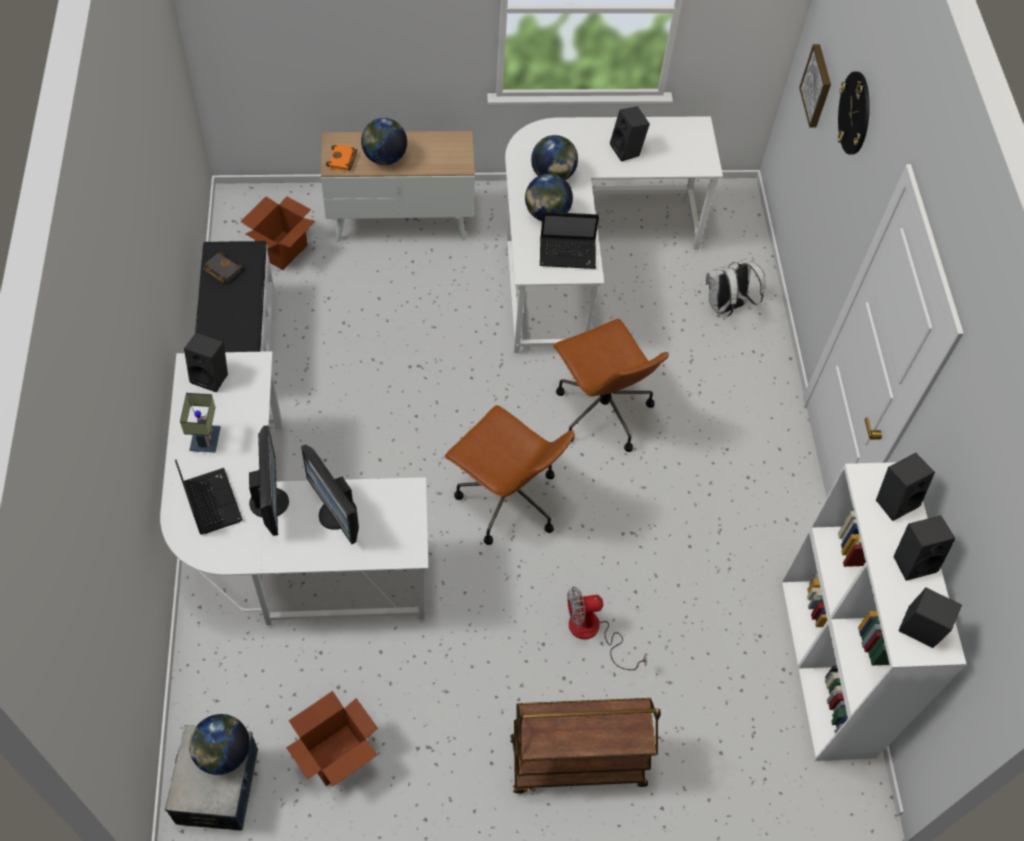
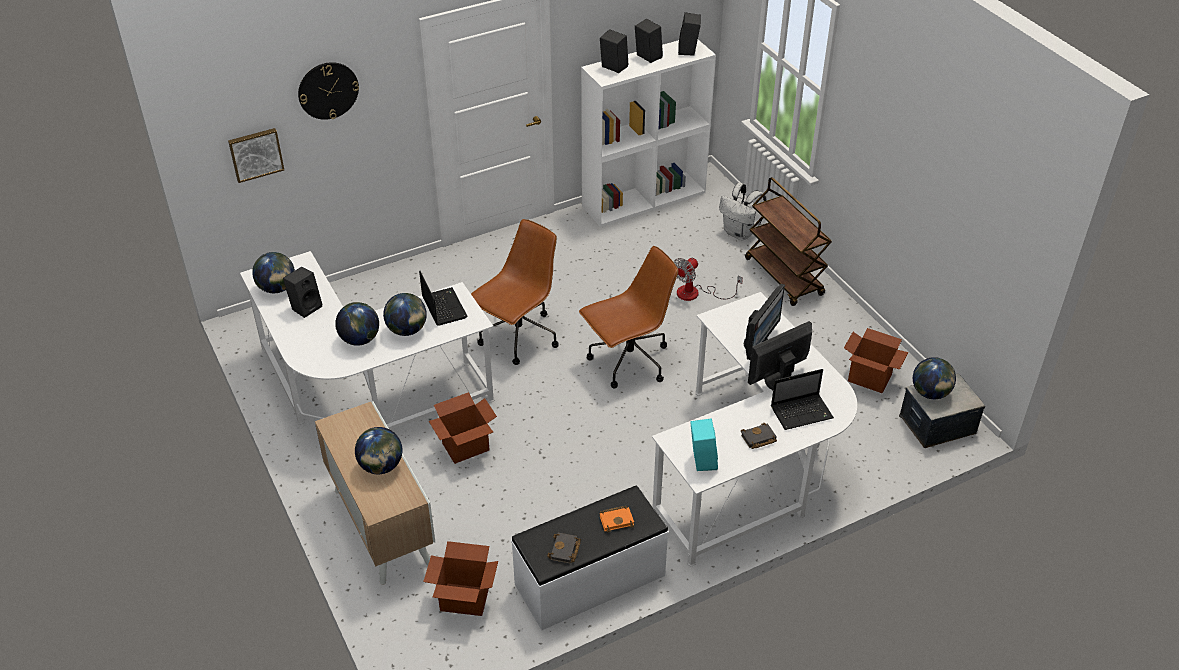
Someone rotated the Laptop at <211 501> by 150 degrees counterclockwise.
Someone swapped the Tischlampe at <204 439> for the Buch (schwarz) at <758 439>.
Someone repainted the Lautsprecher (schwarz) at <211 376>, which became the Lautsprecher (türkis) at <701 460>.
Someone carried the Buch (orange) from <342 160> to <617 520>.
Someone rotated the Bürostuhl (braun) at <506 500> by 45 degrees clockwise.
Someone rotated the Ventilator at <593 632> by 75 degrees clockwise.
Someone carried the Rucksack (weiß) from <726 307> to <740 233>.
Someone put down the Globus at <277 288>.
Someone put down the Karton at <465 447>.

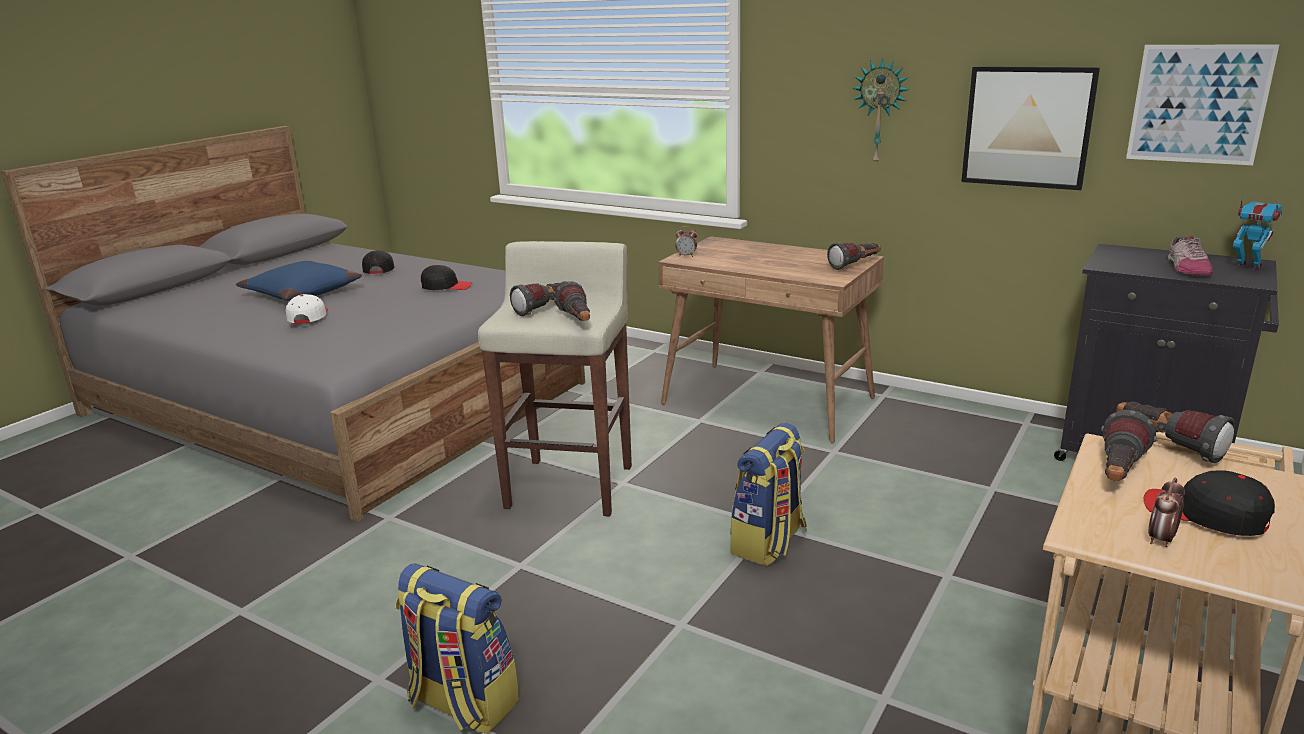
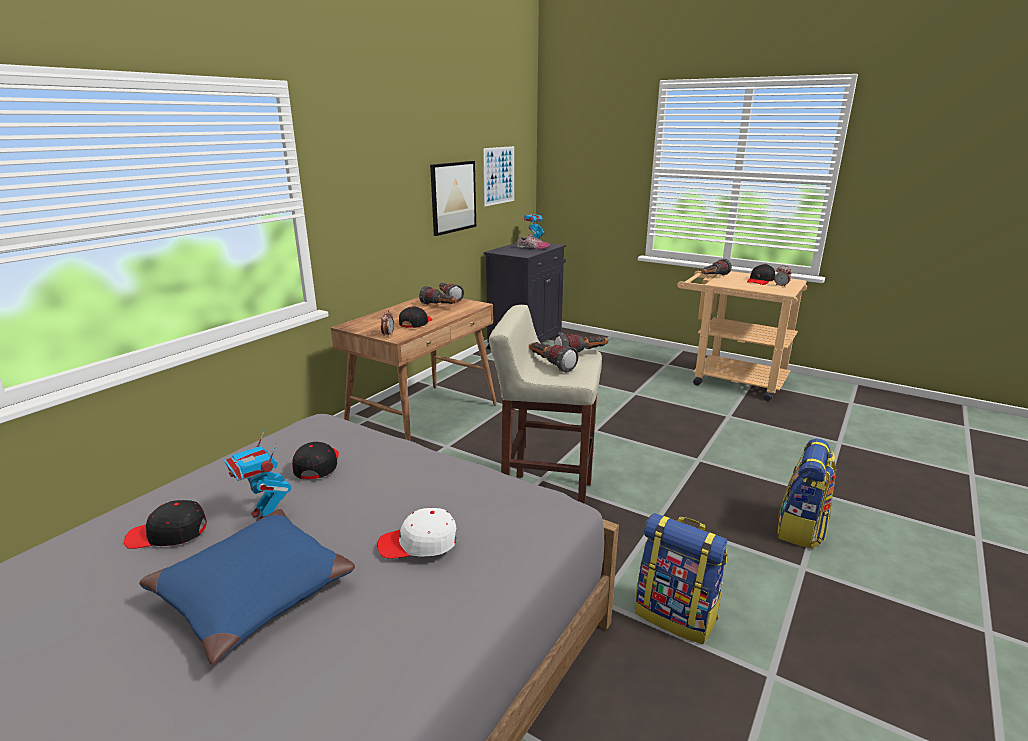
Someone carried the Rucksack from <769 543> to <676 615>.
Someone took away the Wanduhr at <880 112>.
Someone carried the Taschenlampe from <1118 474> to <439 306>.
Someone put down the Spielzeugroboter at <265 515>.
Someone put down the Kappe (schwarz) at <415 323>.

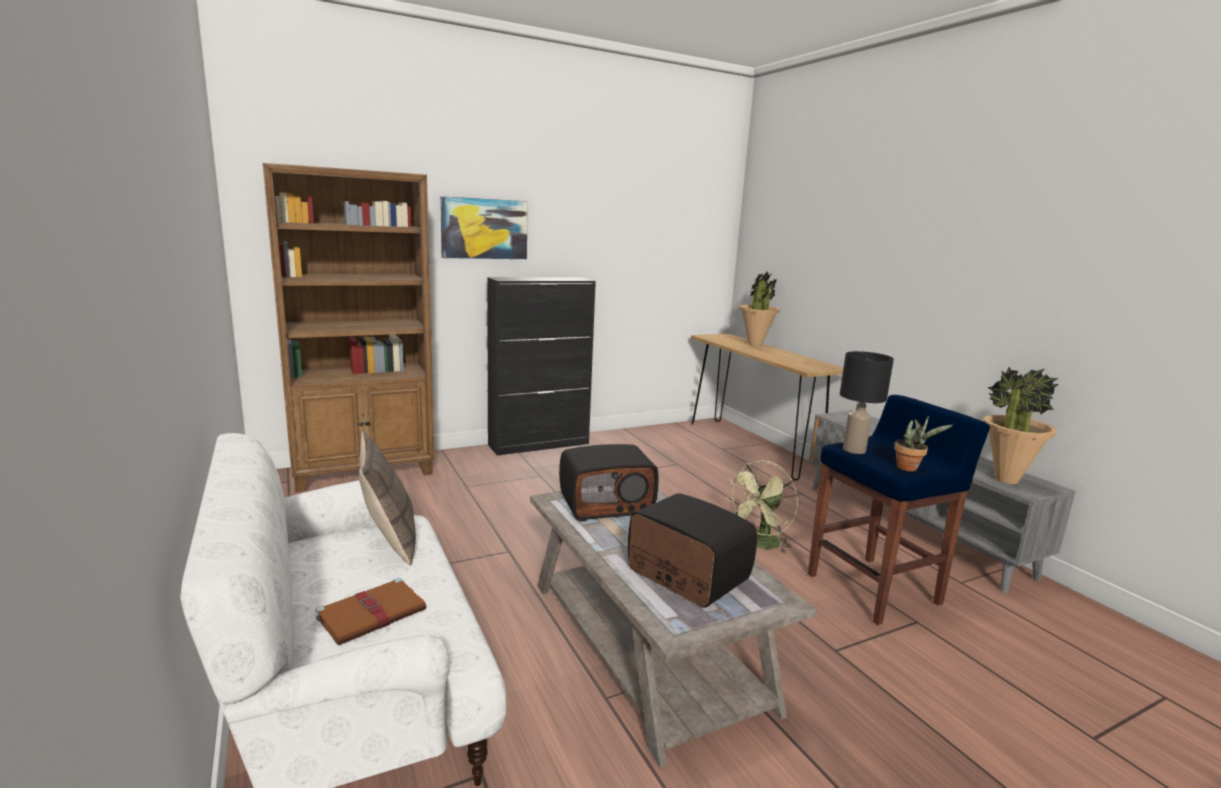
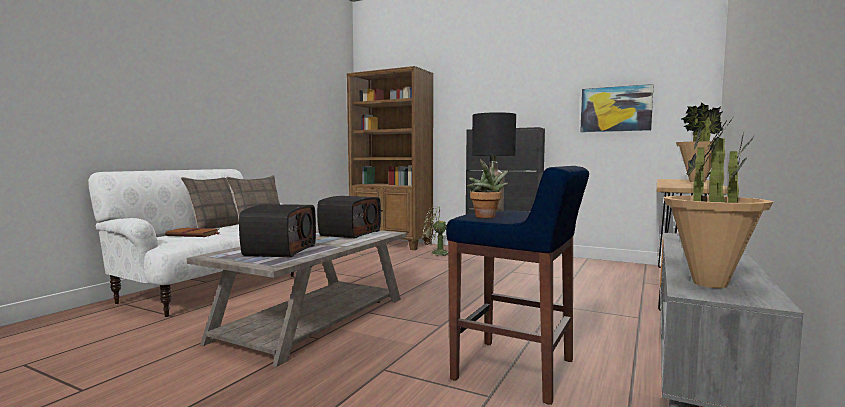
Someone carried the Bild from <484 229> to <615 109>.
Someone rotated the Radio at <606 504> by 105 degrees counterclockwise.
Someone carried the Ventilator (grün) from <760 544> to <435 253>.
Someone put down the Kissen at <215 227>.

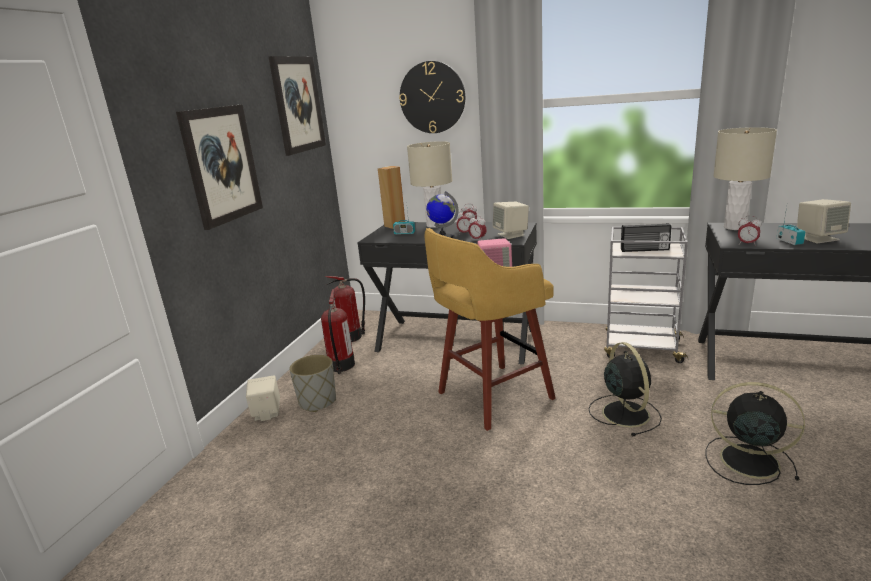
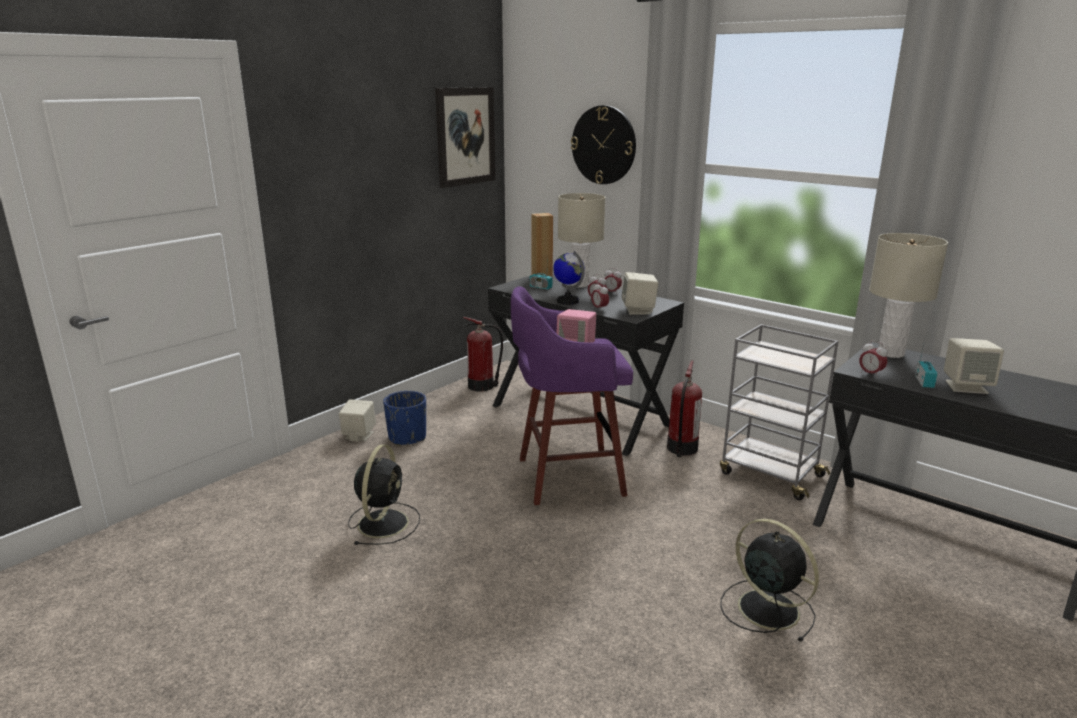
Someone took away the Bild at <221 165>.
Someone repainted the Pflanzkübel (grau) at <317 401>, which became the Pflanzkübel (blau) at <407 437>.
Someone carried the Feuerlöscher from <341 366> to <681 449>.
Someone repainted the Hocker (gelb) at <491 396>, which became the Hocker (lila) at <566 477>.
Someone carried the Ventilator (schwarz) from <624 412> to <384 522>.
Someone took away the Radio at <644 250>.

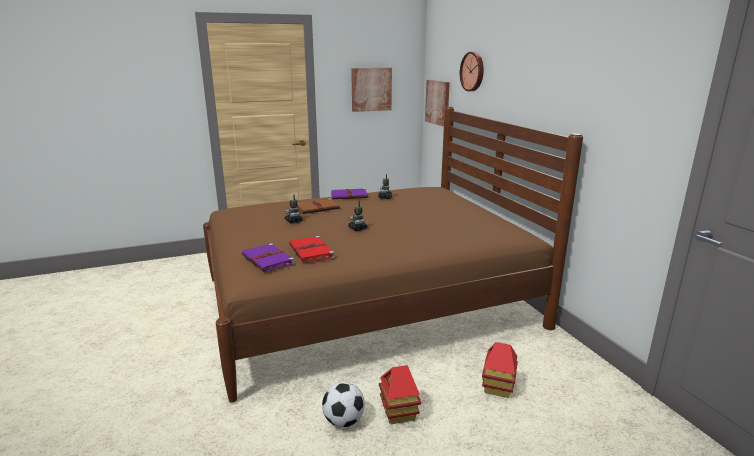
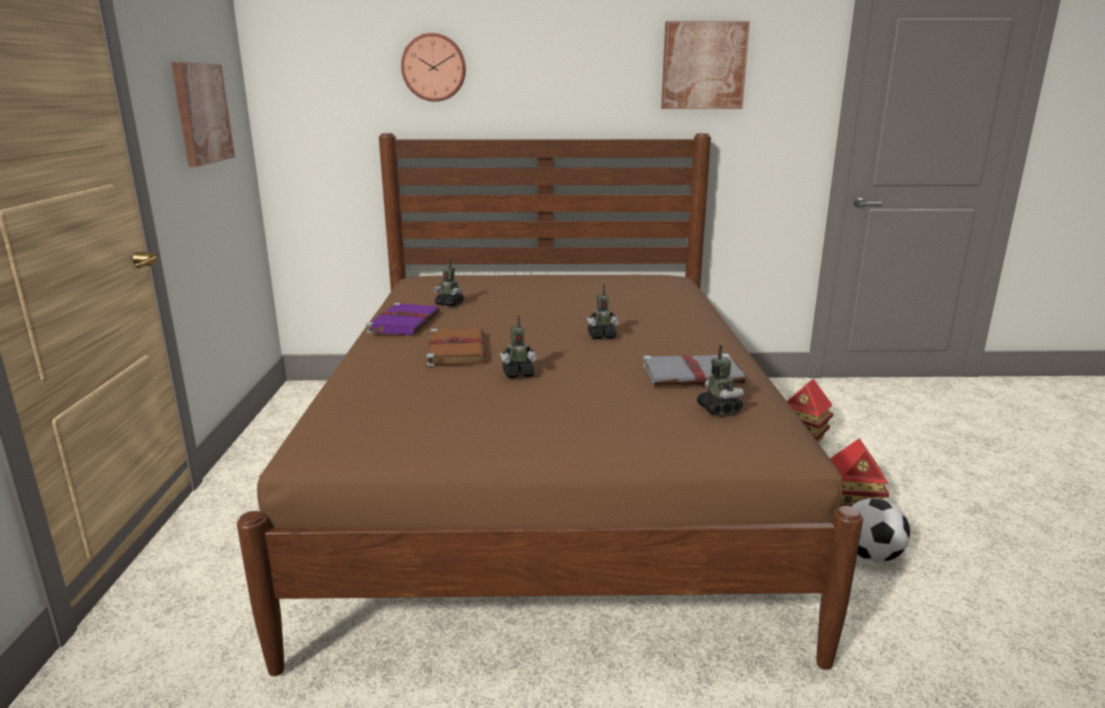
Someone swapped the Buch (lila) at <268 260> for the Spielzeugroboter at <718 409>.
Someone repainted the Buch (rot) at <311 252>, which became the Buch (grau) at <693 375>.
Someone carried the Bild from <438 102> to <703 66>.

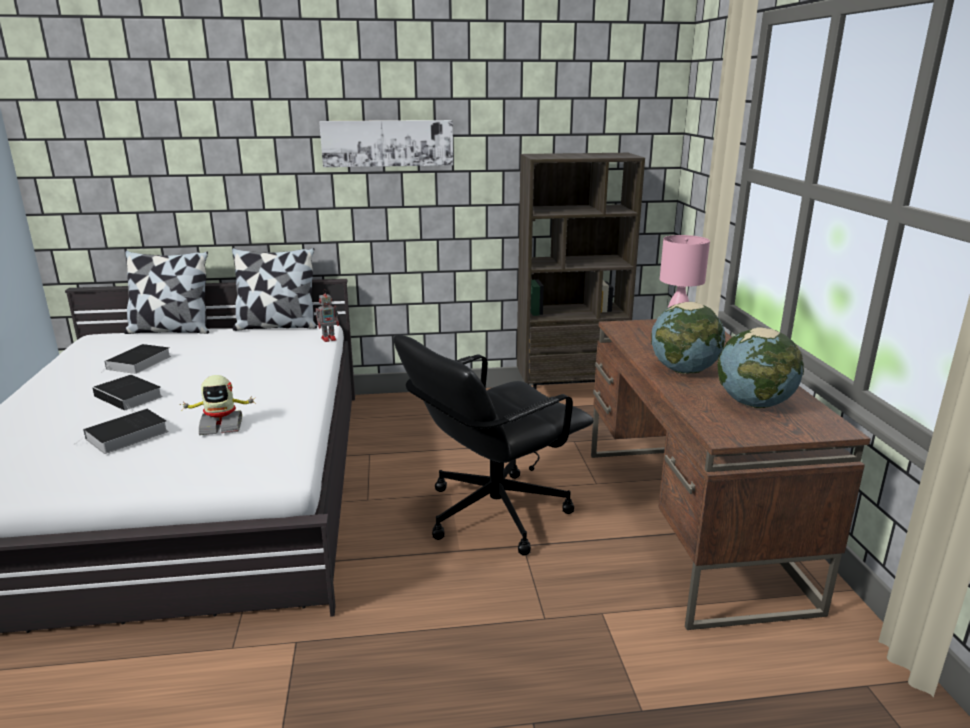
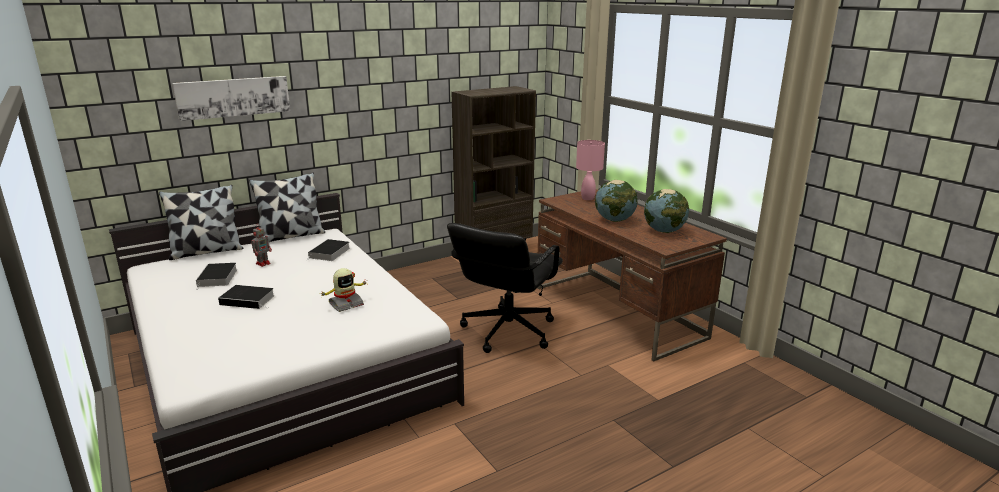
Someone carried the Buch from <125 436> to <329 253>.
Someone carried the Spielzeugroboter from <329 338> to <263 263>.
Someone carried the Bild from <387 143> to <233 97>.

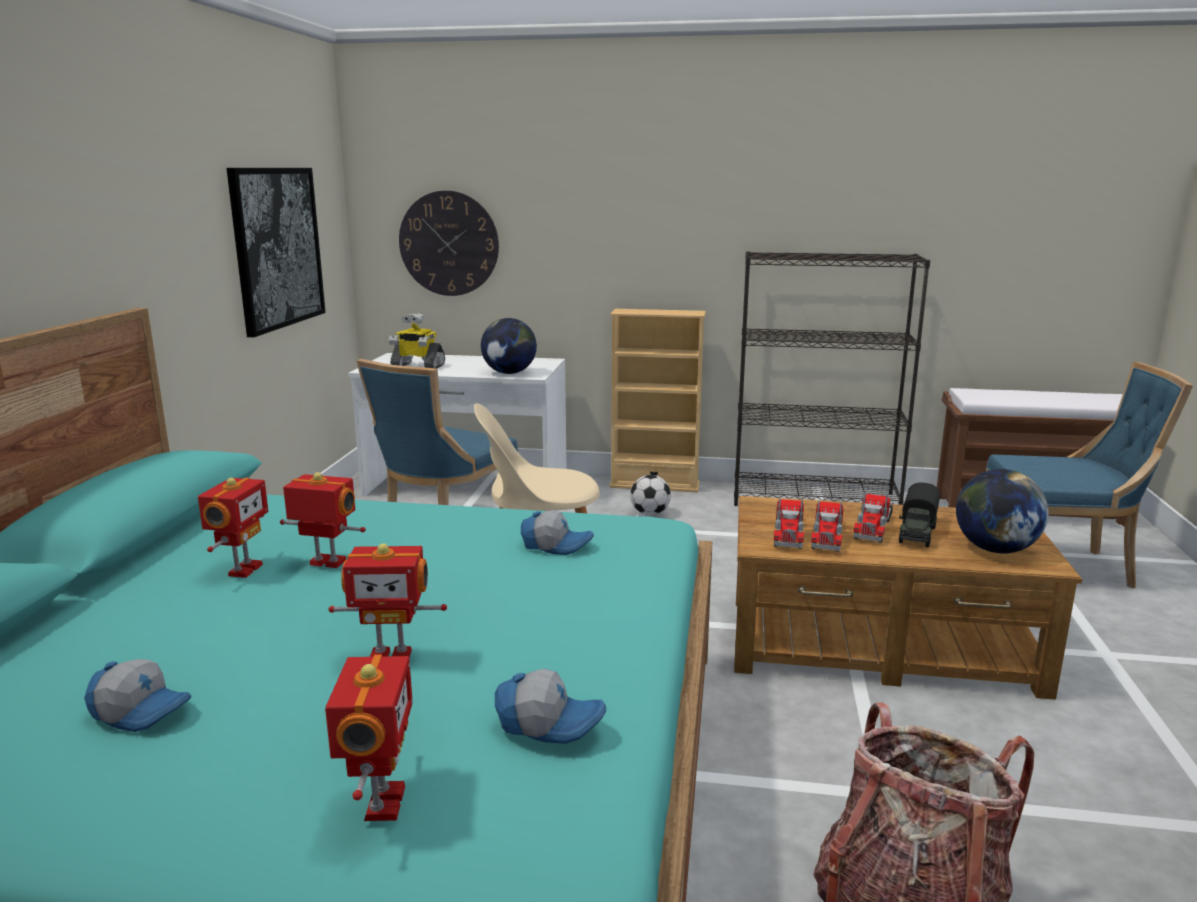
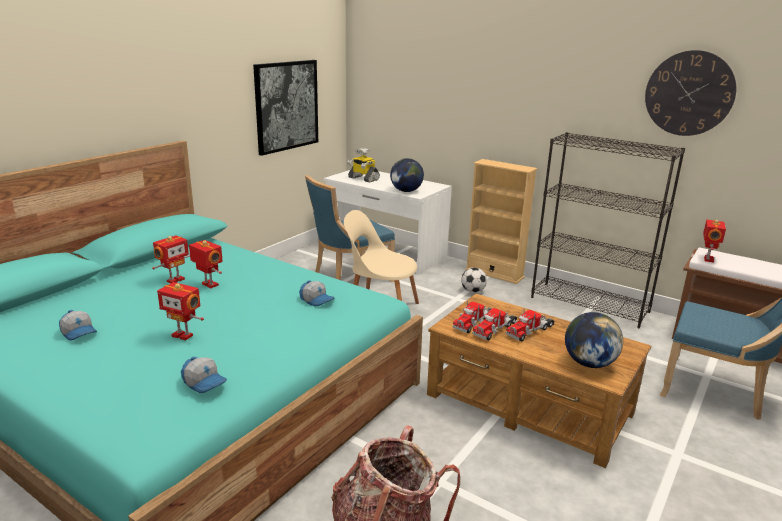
Someone carried the Spielzeugroboter from <381 803> to <707 259>.
Someone carried the Wanduhr from <449 243> to <689 93>.
Someone took away the Spielzeuglaster at <916 533>.

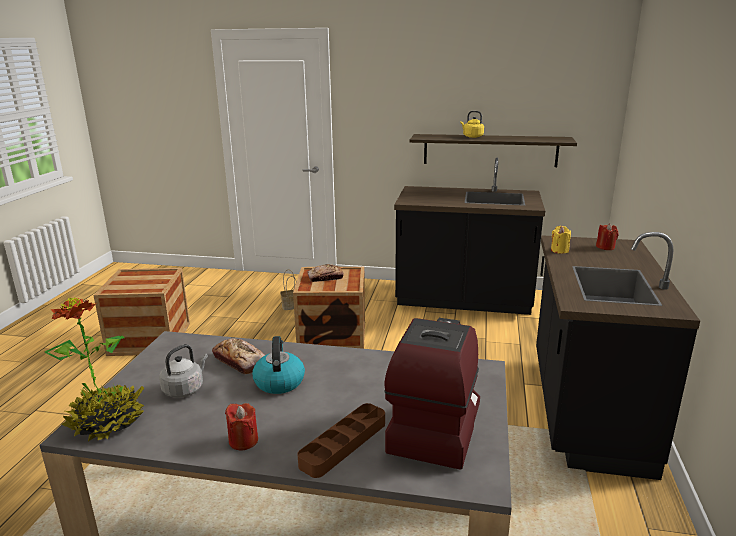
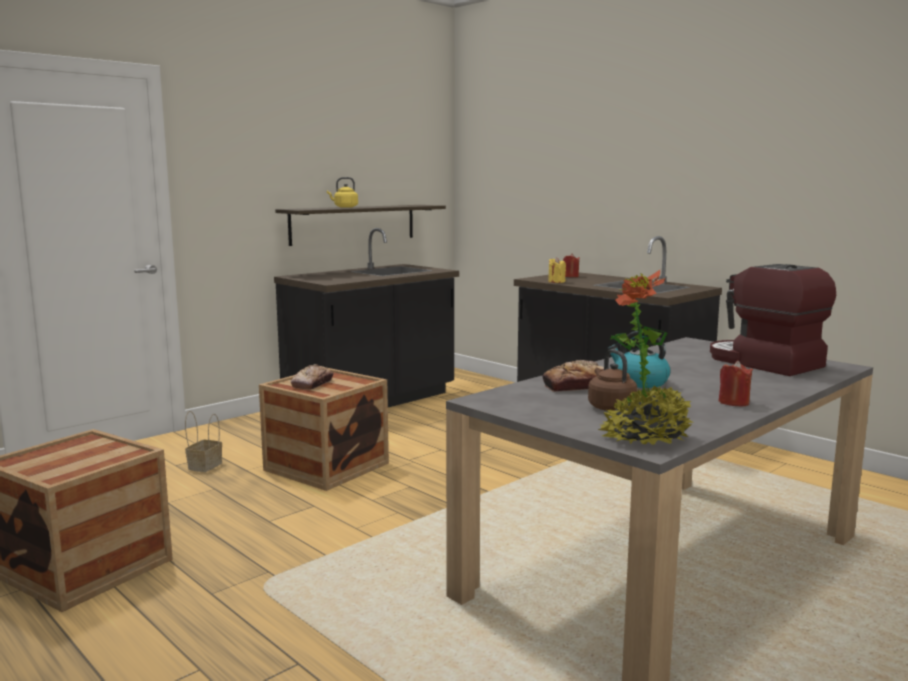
Someone repainted the Wasserkessel (grau) at <185 389>, which became the Wasserkessel (braun) at <610 407>.
Someone took away the Tablett (braun) at <343 443>.

